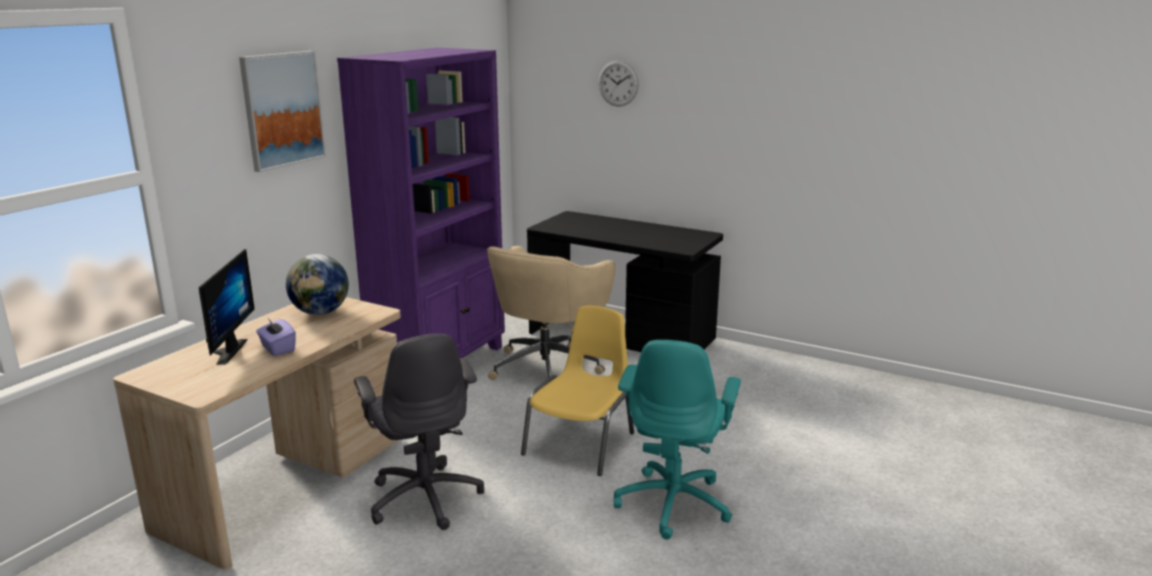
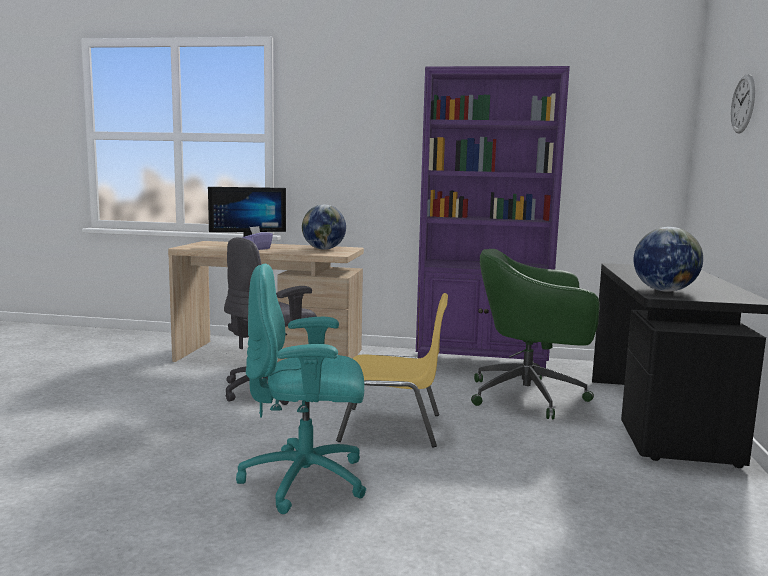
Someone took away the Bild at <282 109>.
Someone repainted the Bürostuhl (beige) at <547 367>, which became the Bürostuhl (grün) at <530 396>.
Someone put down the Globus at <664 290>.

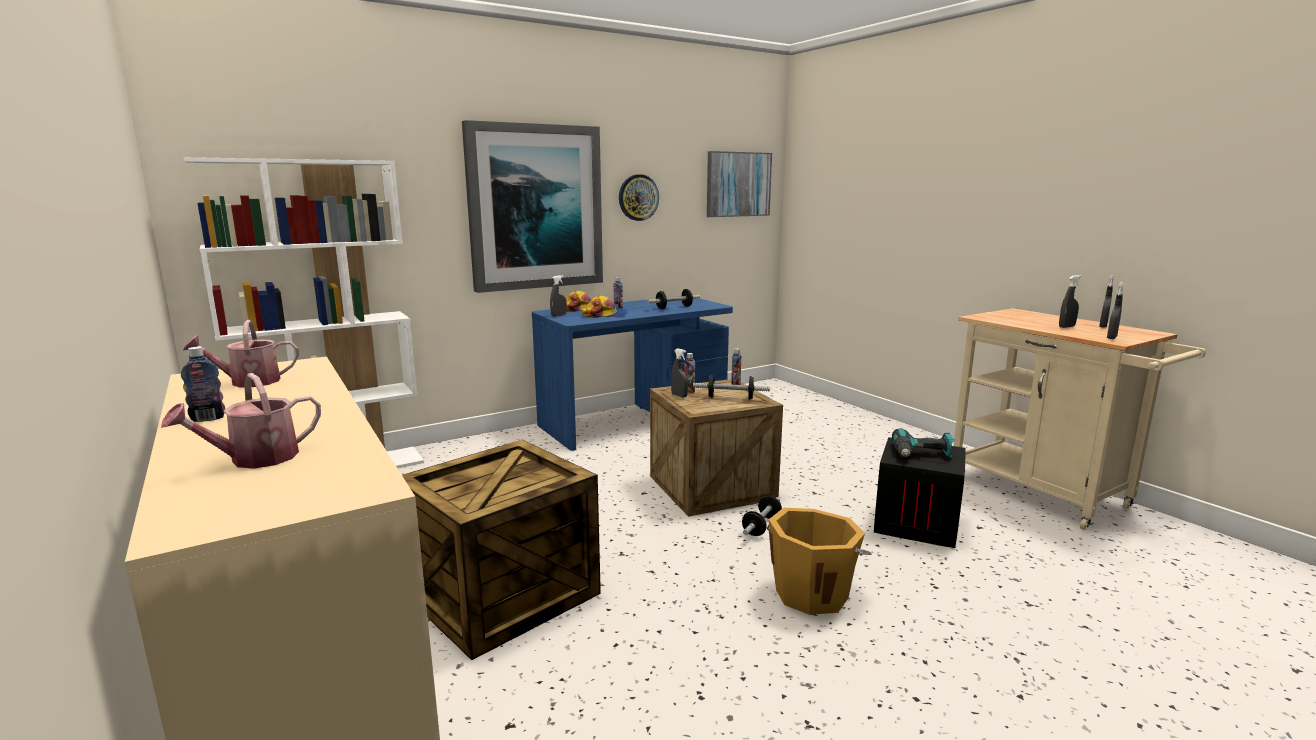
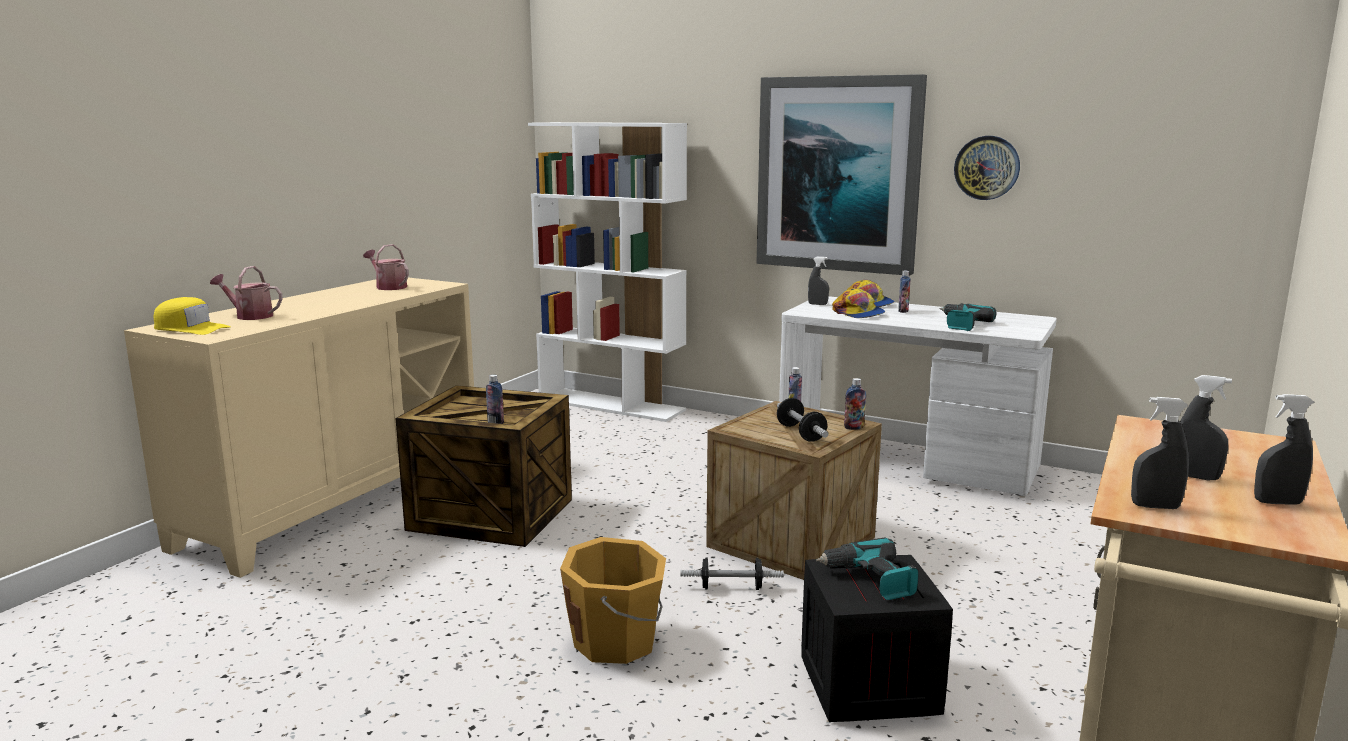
Someone carried the Flasche from <208 418> to <495 422>.
Someone repainted the Schreibtisch (blau) at <634 420>, which became the Schreibtisch (weiß) at <907 463>.
Someone swapped the Hantel at <674 308> for the Bohrmaschine at <961 324>.
Someone took away the Sprühflasche (grau) at <679 396>.
Someone took away the Bild at <738 184>.
Someone put down the Kappe (gelb) at <191 328>.

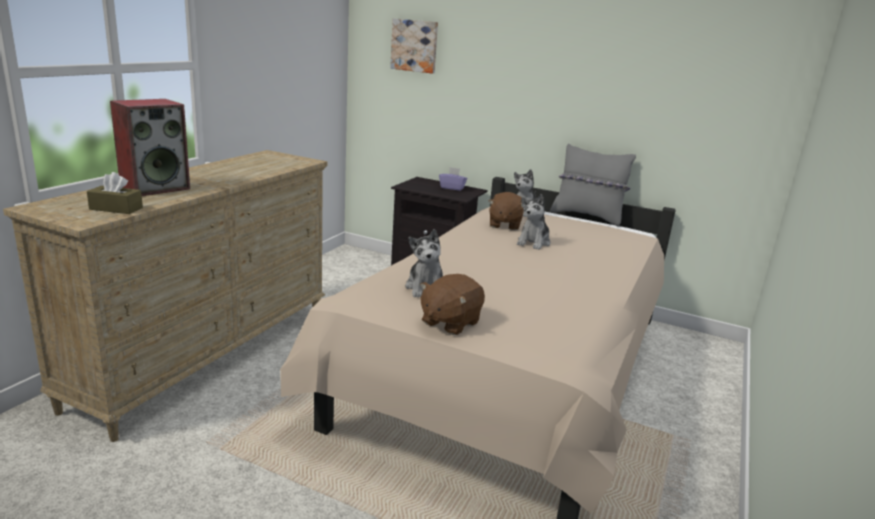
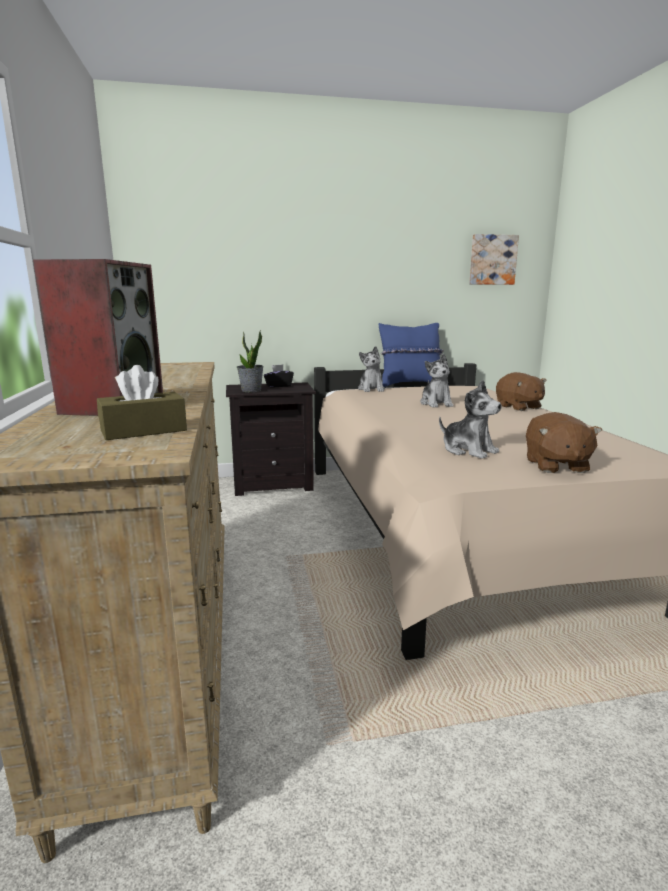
Someone carried the Bild from <415 45> to <492 260>.
Someone repainted the Taschentuchbox (lila) at <452 188>, which became the Taschentuchbox (schwarz) at <278 386>.
Someone carried the Plüschtier (braun) from <504 225> to <518 407>.
Someone repainted the Kissen (grau) at <587 216>, which became the Kissen (blau) at <410 385>.
Someone put down the Topfpflanze at <251 390>.

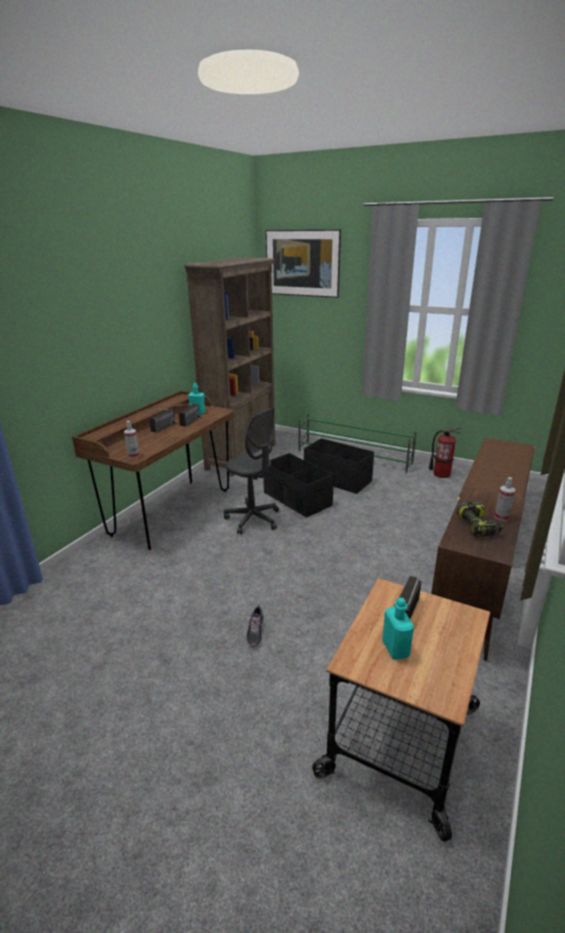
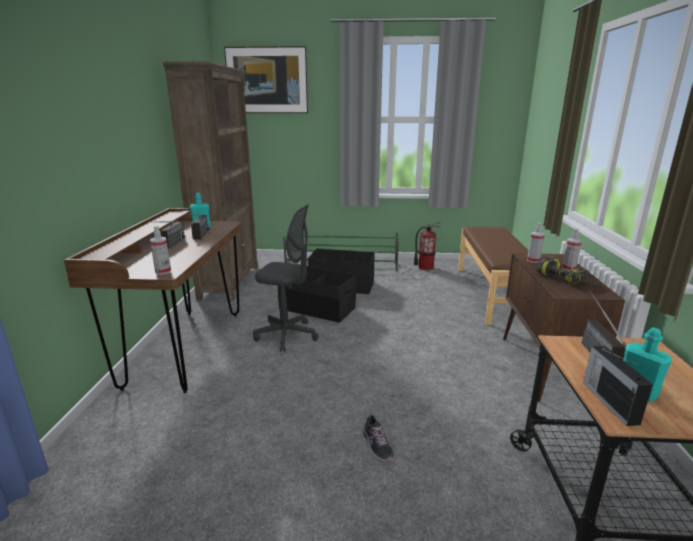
Someone put down the Sprühflasche at <533 261>.
Someone put down the Radio at <609 401>.

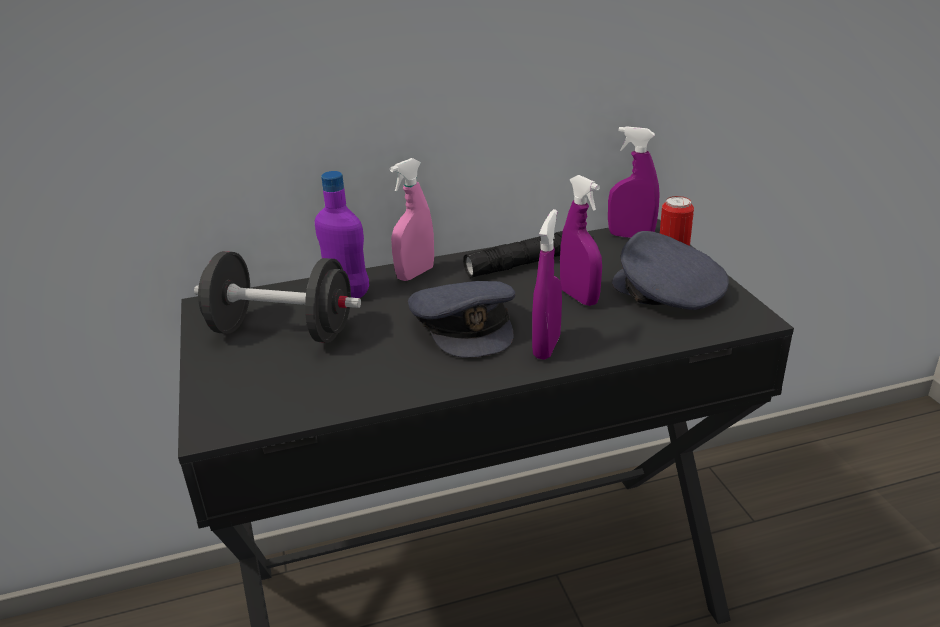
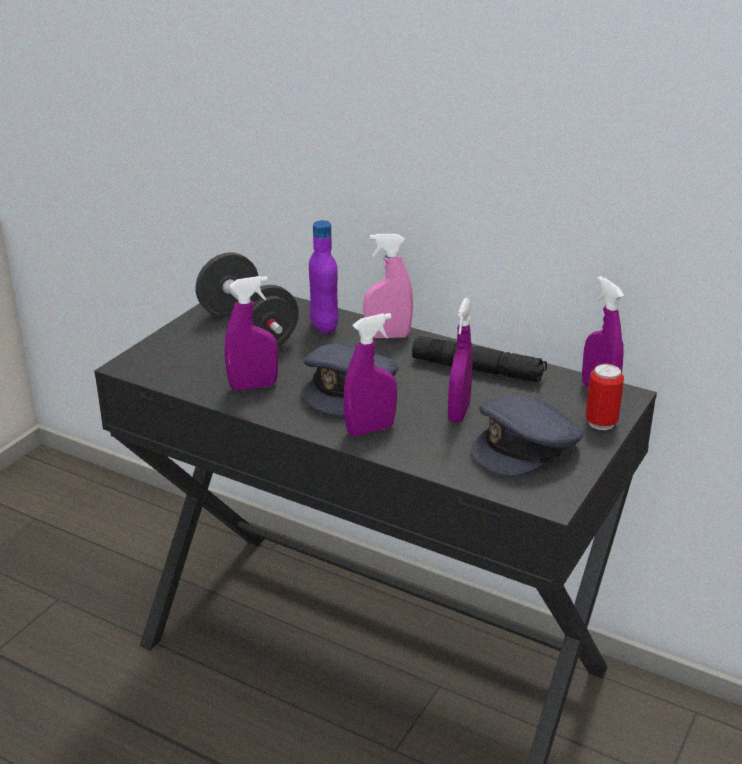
Someone rotated the Kappe (grau) at <666 293> by 135 degrees counterclockwise.
Someone put down the Sprühflasche (lila) at <253 386>.

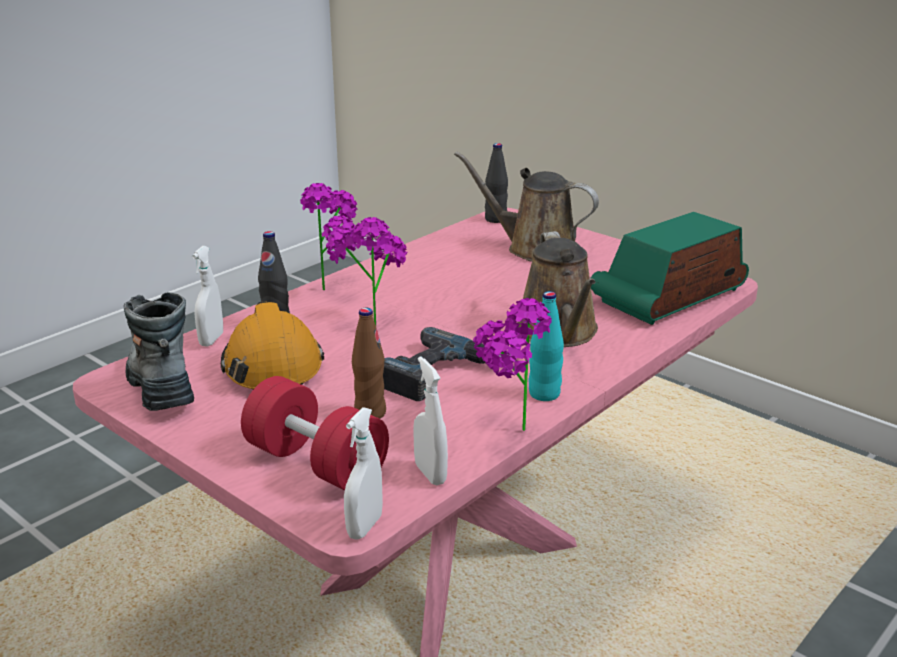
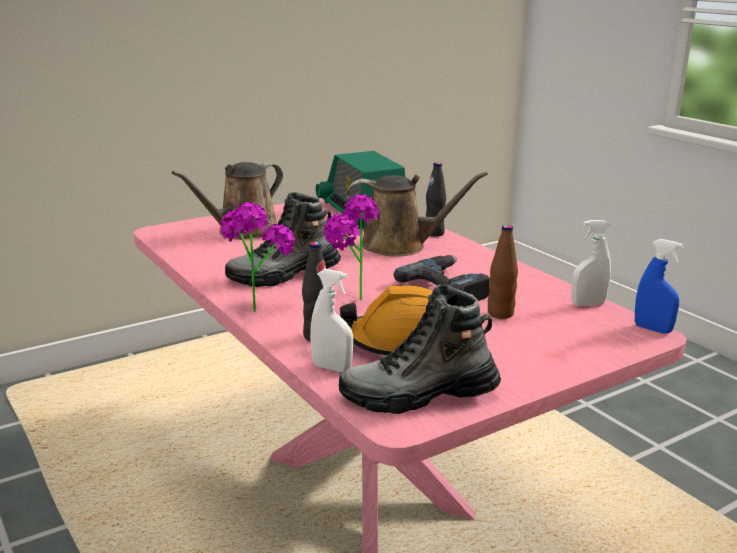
Someone took away the Hantel (rot) at <316 463>.
Someone repainted the Sprühflasche (weiß) at <364 527>, which became the Sprühflasche (blau) at <652 329>.
Someone took away the Topfpflanze at <506 433>.
Someone carried the Flasche (schwarz) from <495 219> to <434 233>.
Someone took away the Flasche (türkis) at <544 394>.
Someone put down the Stiefel at <284 275>.

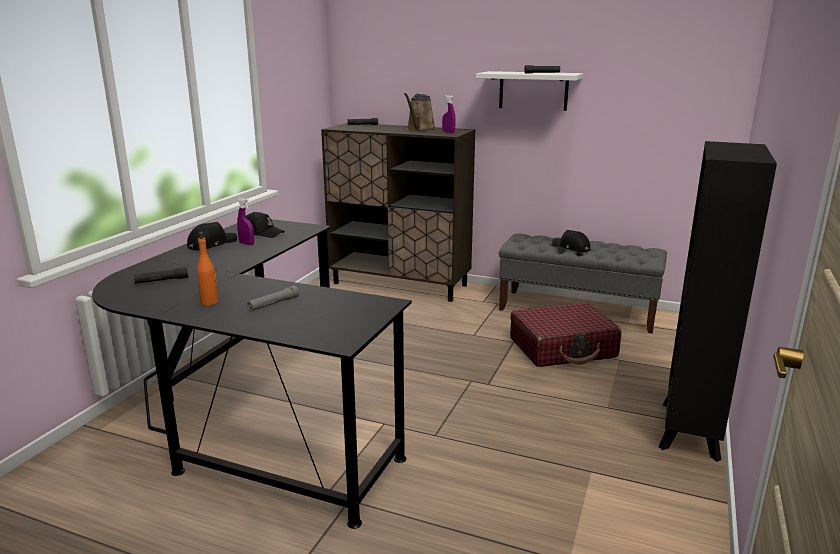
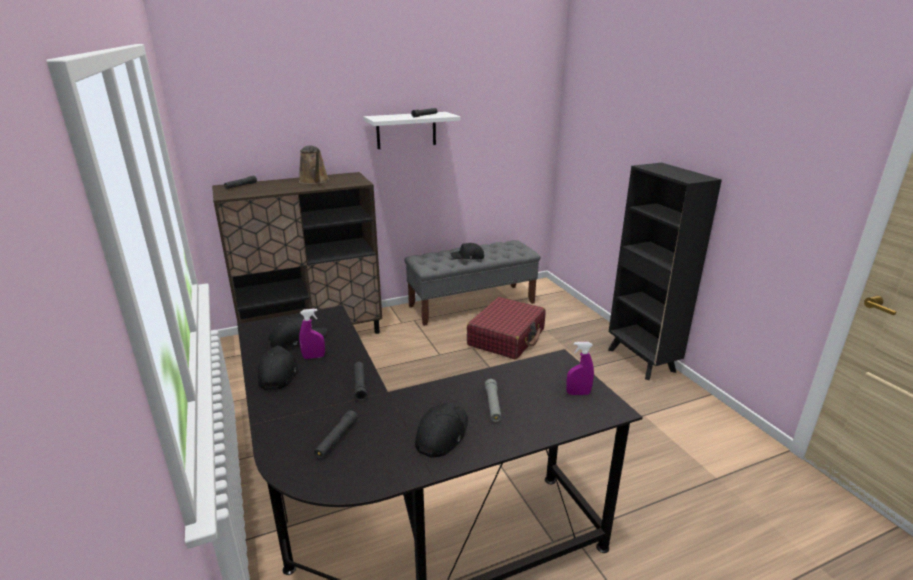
Someone swapped the Flasche (orange) at <209 302> for the Kappe (schwarz) at <442 434>.
Someone carried the Sprühflasche (lila) from <448 132> to <578 393>.
Someone put down the Taschenlampe (schwarz) at <360 384>.

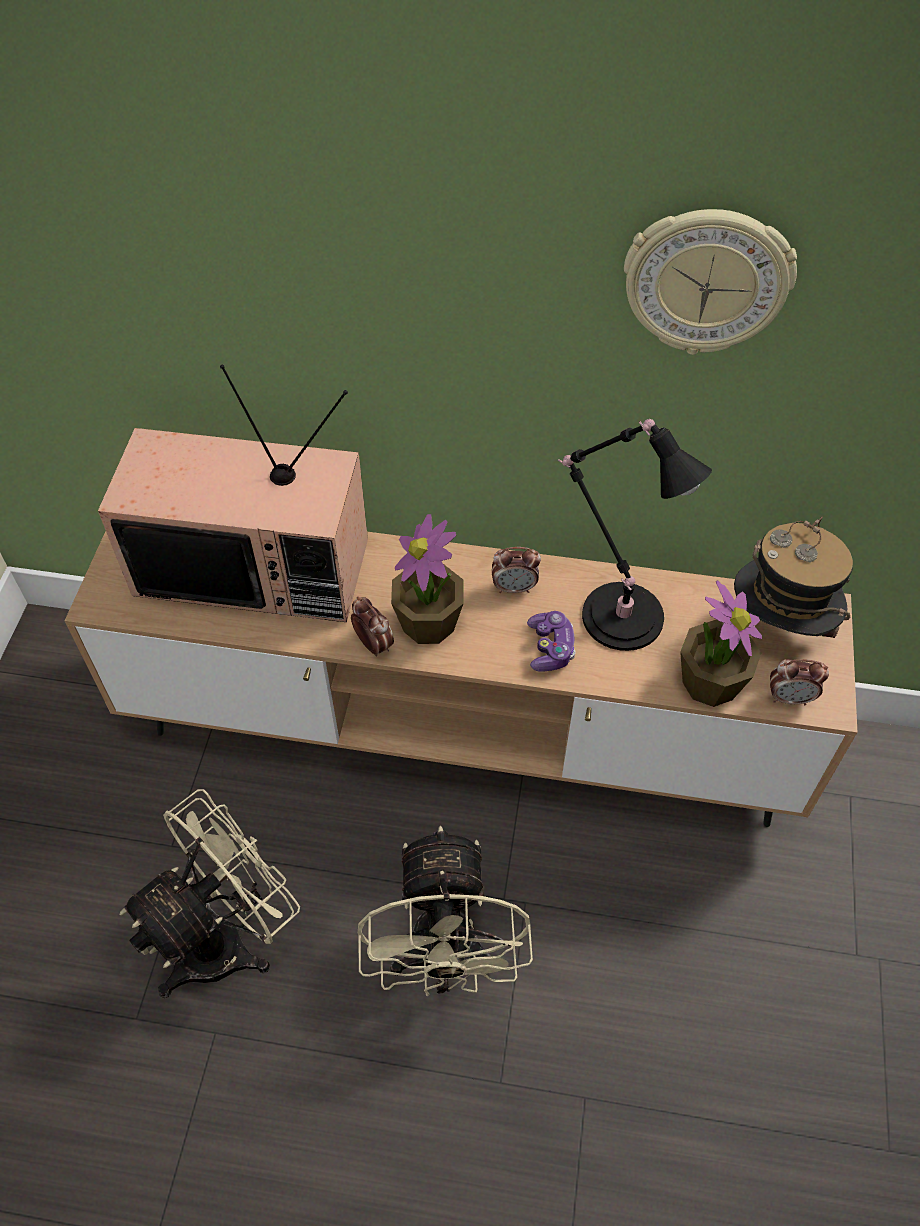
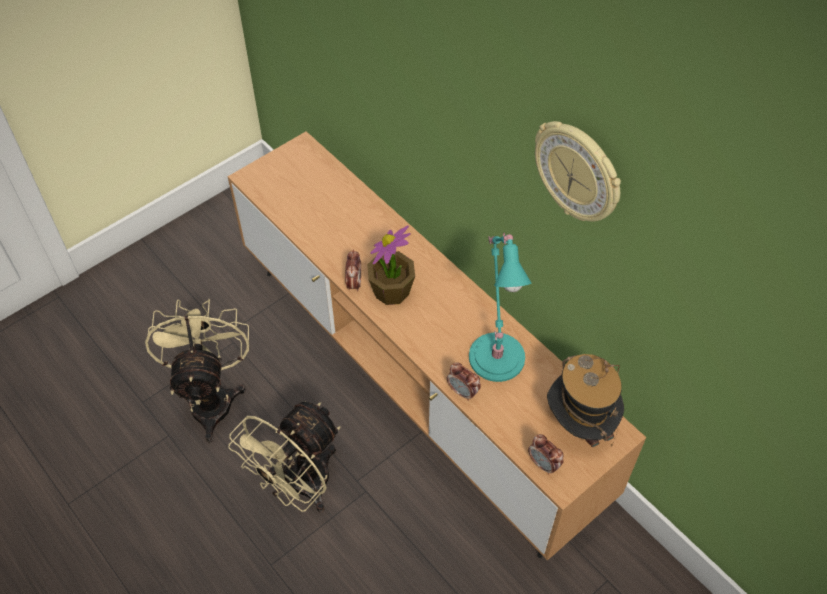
Someone took away the Fernseher at <256 564>.
Someone rotated the Ventilator (beige) at <228 938> by 90 degrees counterclockwise.
Someone carried the Wecker from <514 587> to <463 392>.
Someone took away the Gamepad at <550 648>.
Someone repainted the Tischlampe (schwarz) at <617 612>, which became the Tischlampe (türkis) at <496 353>.
Someone took away the Topfpflanze at <710 682>.

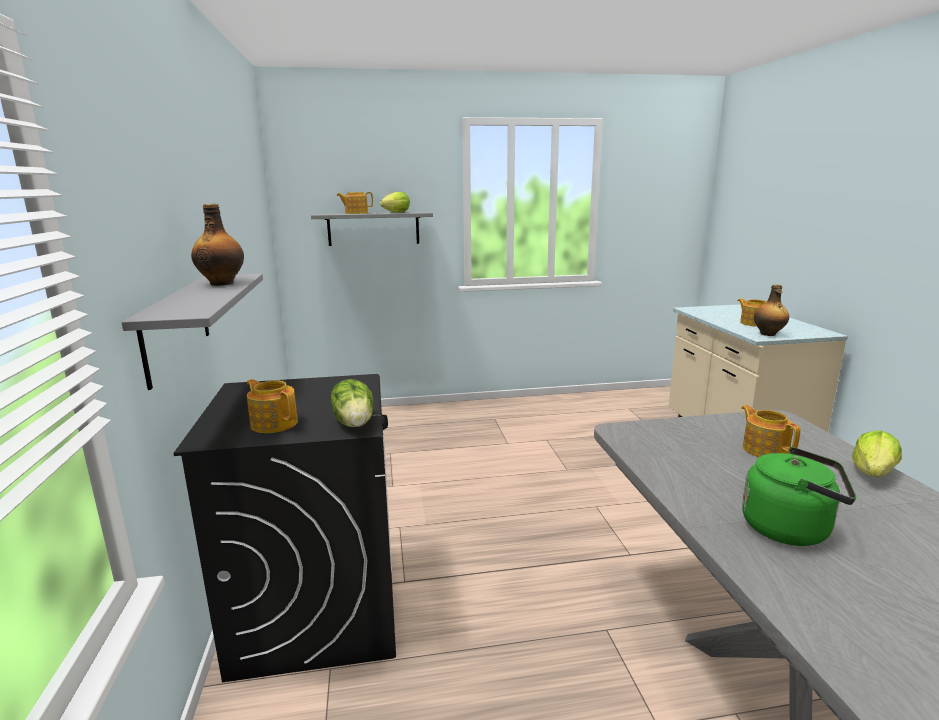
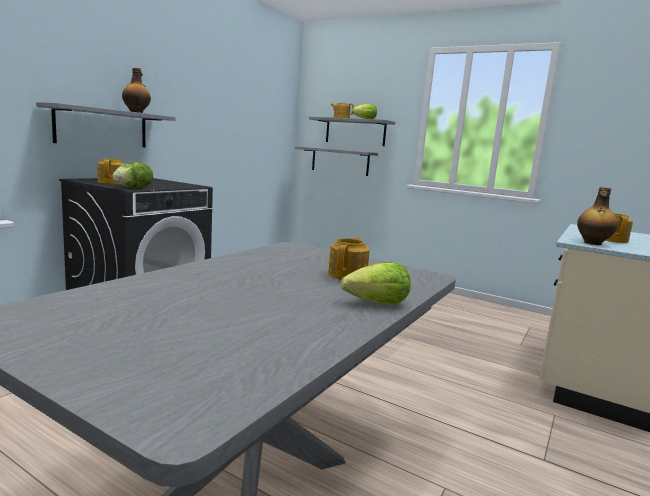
Someone took away the Wasserkessel (grün) at <791 529>.
Someone put up the Wandregal (grau) at <340 161>.

